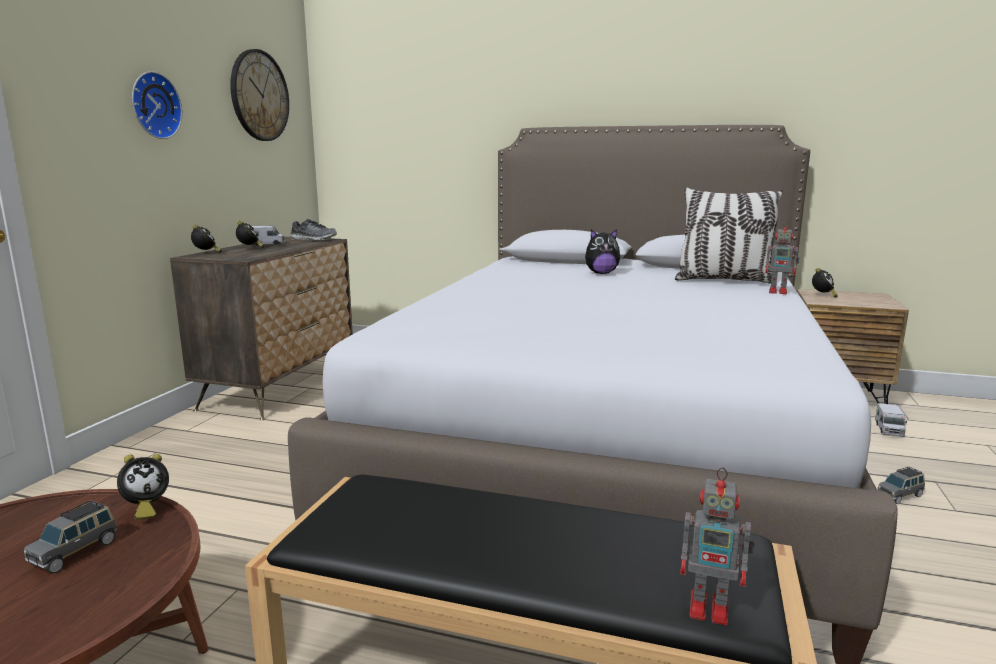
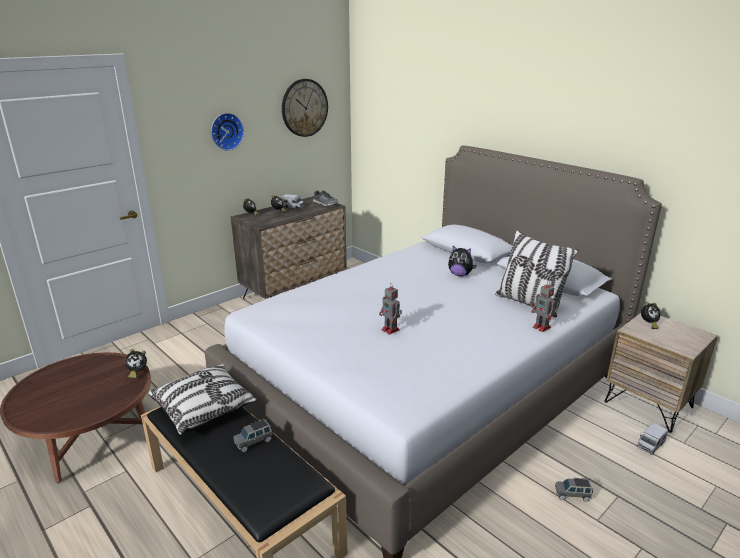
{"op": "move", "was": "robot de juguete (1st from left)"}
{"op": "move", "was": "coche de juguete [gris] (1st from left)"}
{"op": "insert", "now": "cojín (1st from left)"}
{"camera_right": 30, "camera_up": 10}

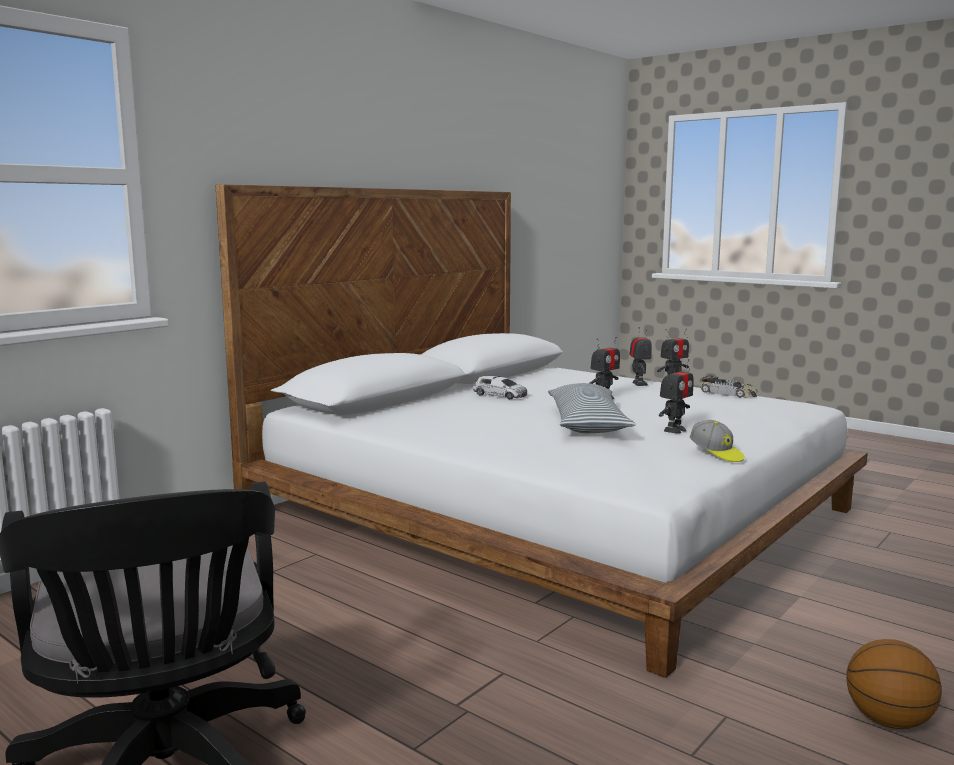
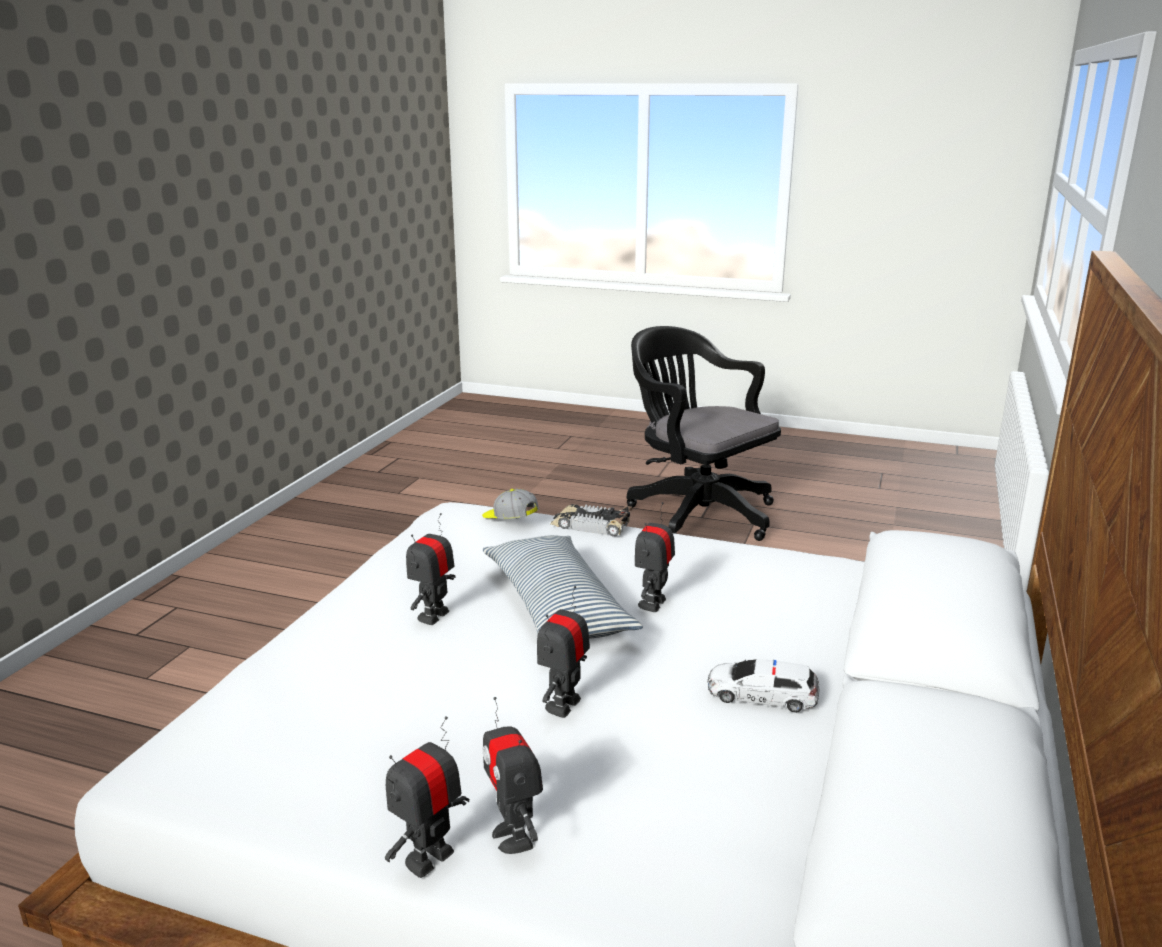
{"op": "move", "was": "coche de juguete (2nd from left in the first image)", "now": "coche de juguete (1st from left)"}
{"op": "move", "was": "gorra"}
{"op": "delete", "was": "balón de baloncesto"}
{"op": "insert", "now": "robot de juguete (5th from left)"}
{"camera_right": 160, "camera_up": 10}

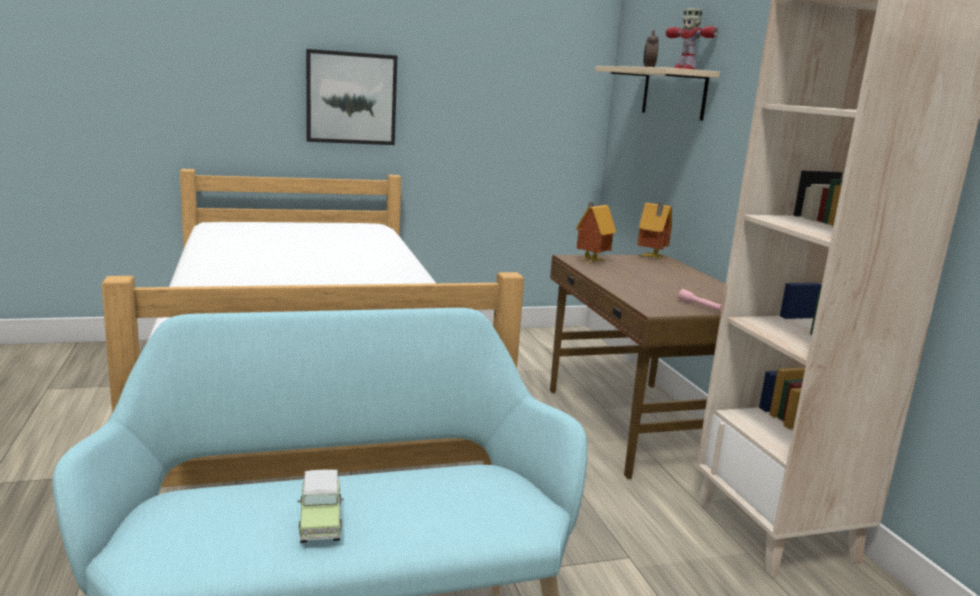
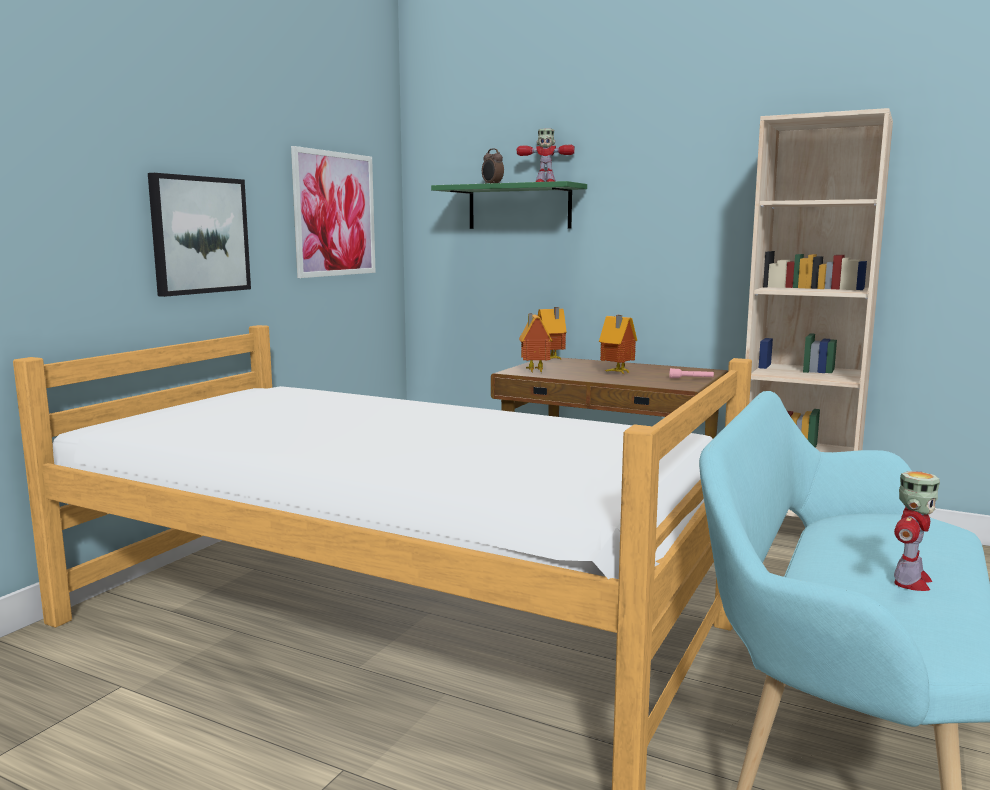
{"op": "recolor", "was": "estante [beis]", "now": "estante [verde]"}
{"op": "replace", "was": "coche de juguete", "now": "robot de juguete (2nd from left)"}
{"op": "insert", "now": "cuadro (2nd from left)"}
{"op": "insert", "now": "casita (3rd from left)"}
{"camera_right": -45, "camera_up": -5}

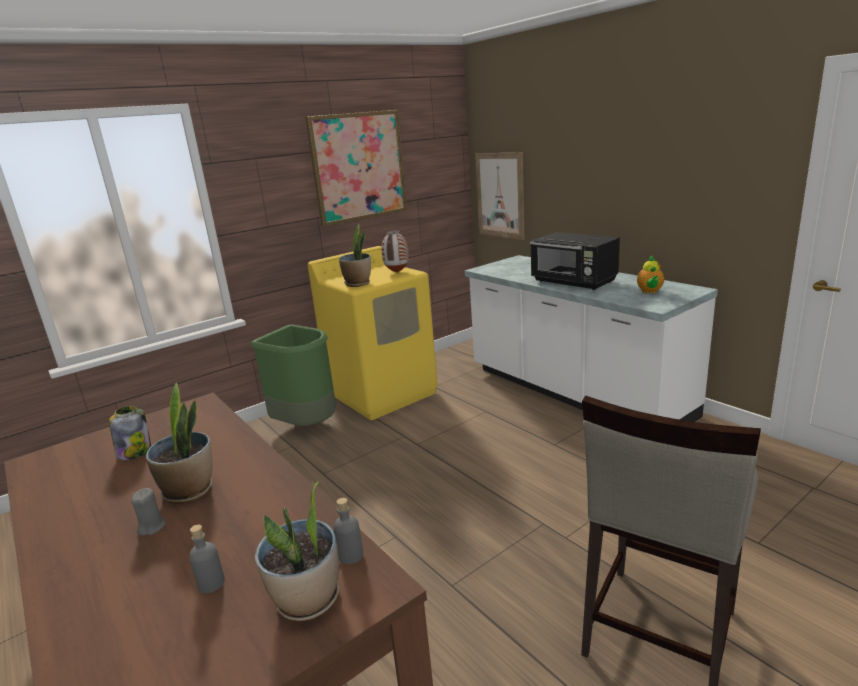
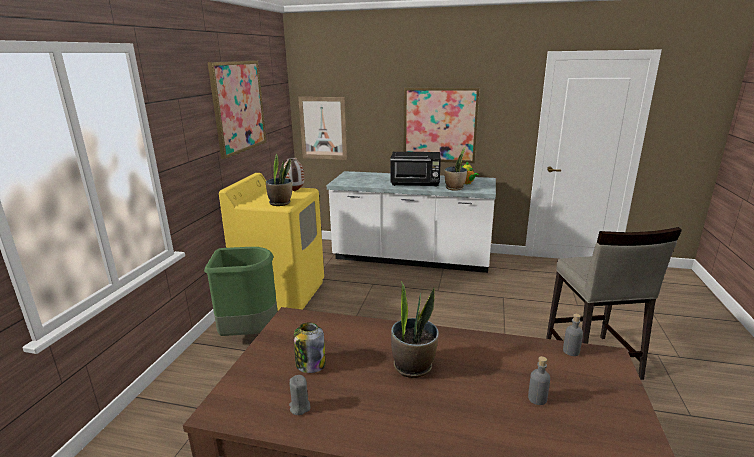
{"op": "move", "was": "planta en maceta (2nd from left in the first image)", "now": "planta en maceta (3rd from left)"}
{"op": "move", "was": "vela [gris]"}
{"op": "insert", "now": "cuadro (3rd from left)"}
{"camera_right": -40, "camera_up": 0}

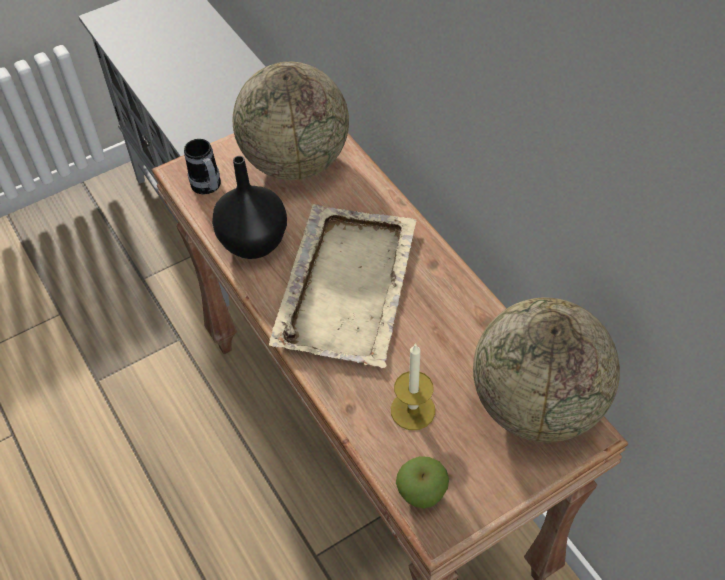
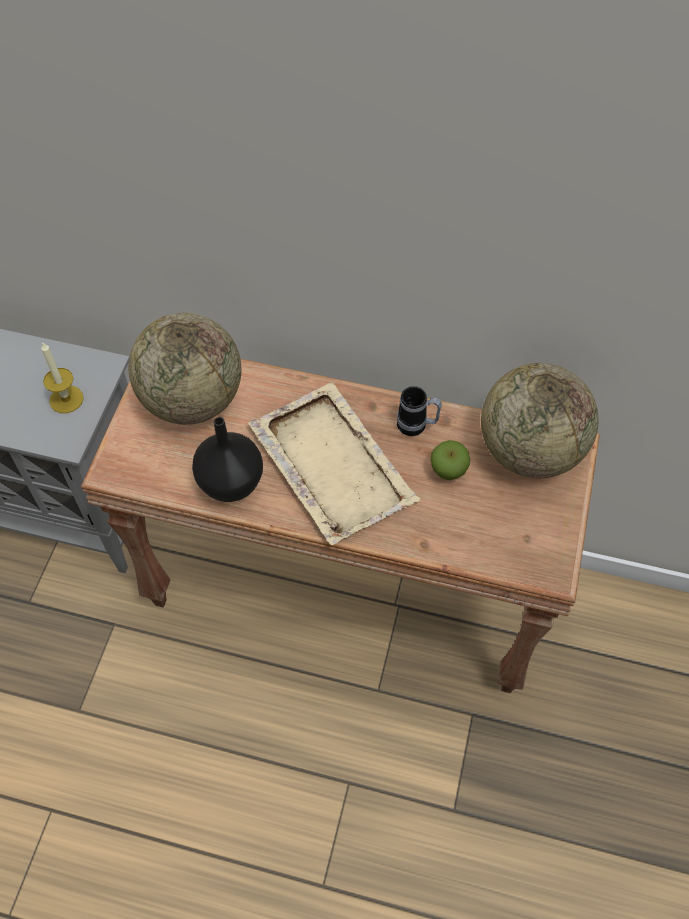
{"op": "move", "was": "taza grande"}
{"op": "move", "was": "vela"}
{"op": "move", "was": "manzana"}
{"camera_right": -45, "camera_up": 5}

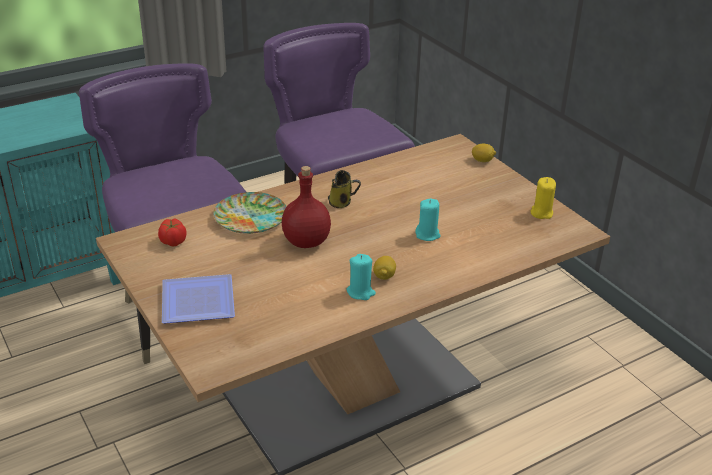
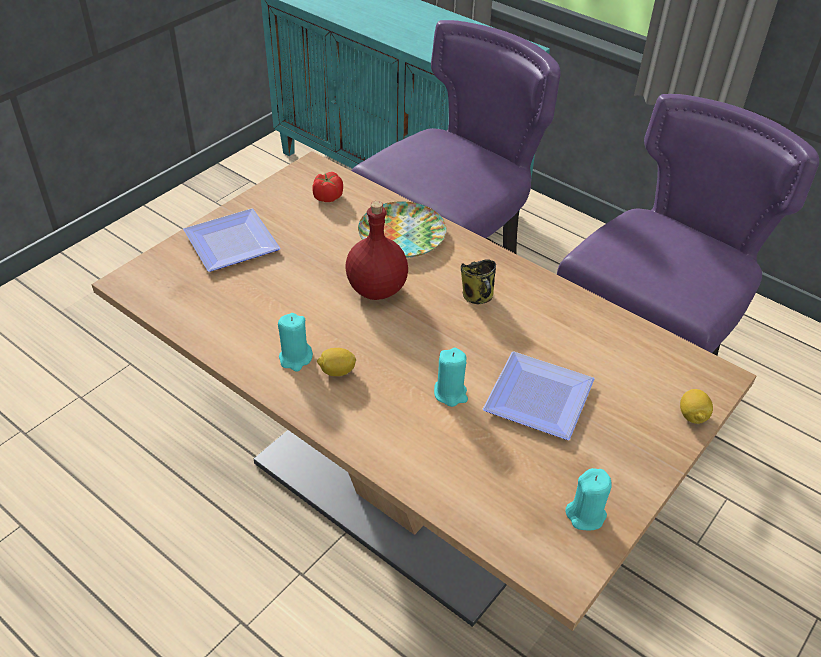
{"op": "recolor", "was": "vela [amarillo]", "now": "vela [turquesa] (3rd from left)"}
{"op": "insert", "now": "plato (3rd from left)"}
{"camera_right": 70, "camera_up": 10}

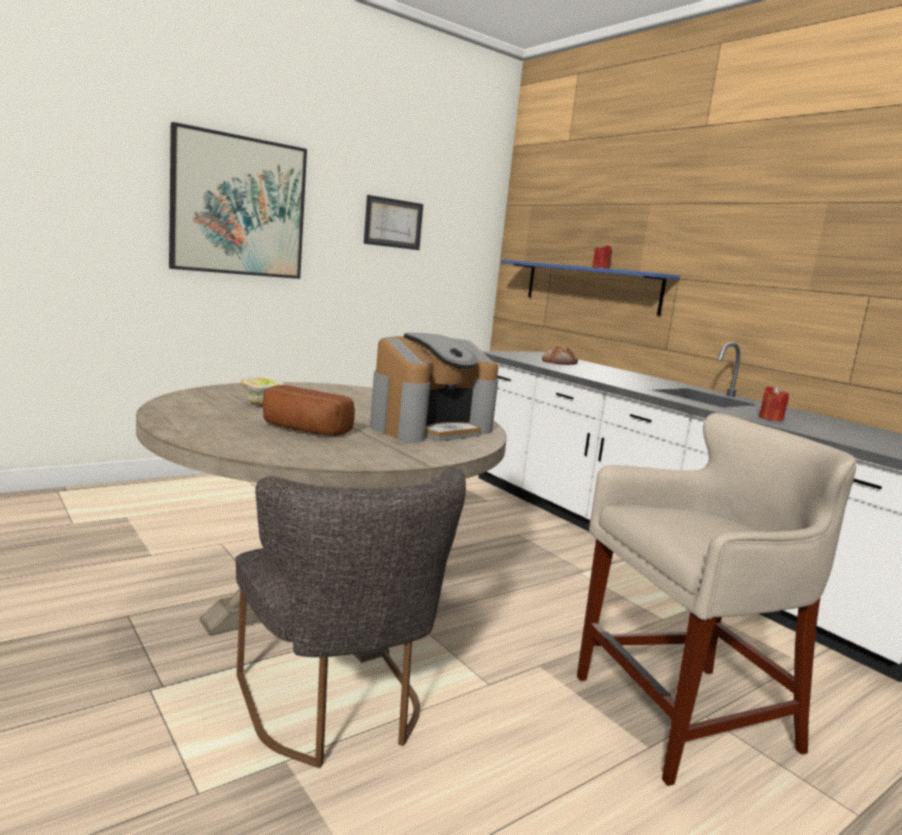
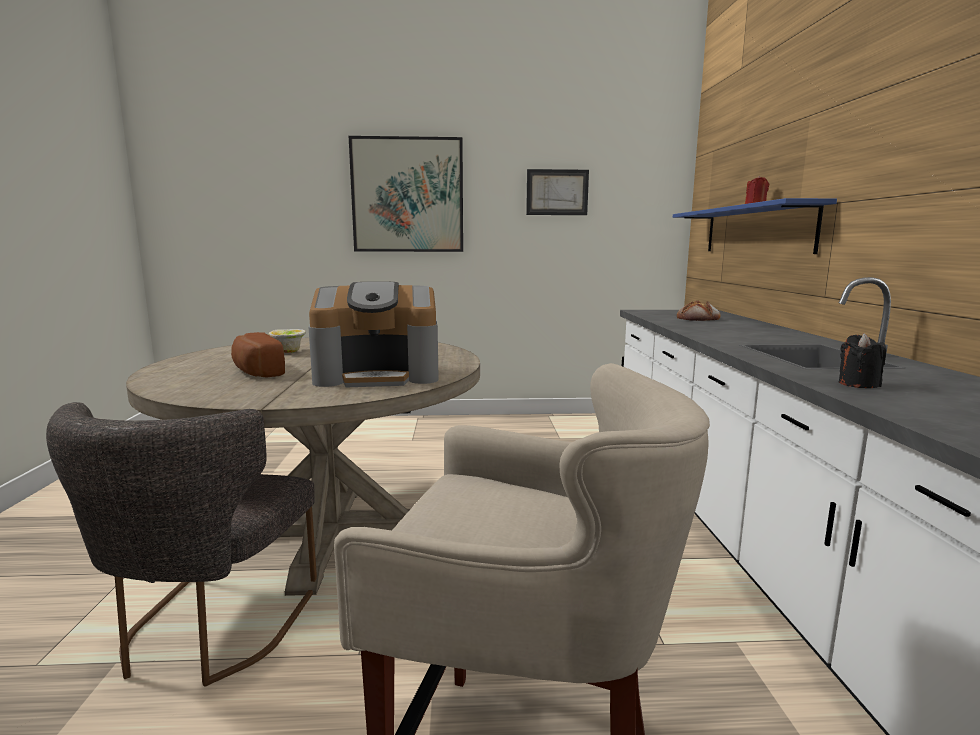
{"op": "recolor", "was": "vela [rojo] (2nd from left)", "now": "vela [negro]"}
{"camera_right": 35, "camera_up": 0}

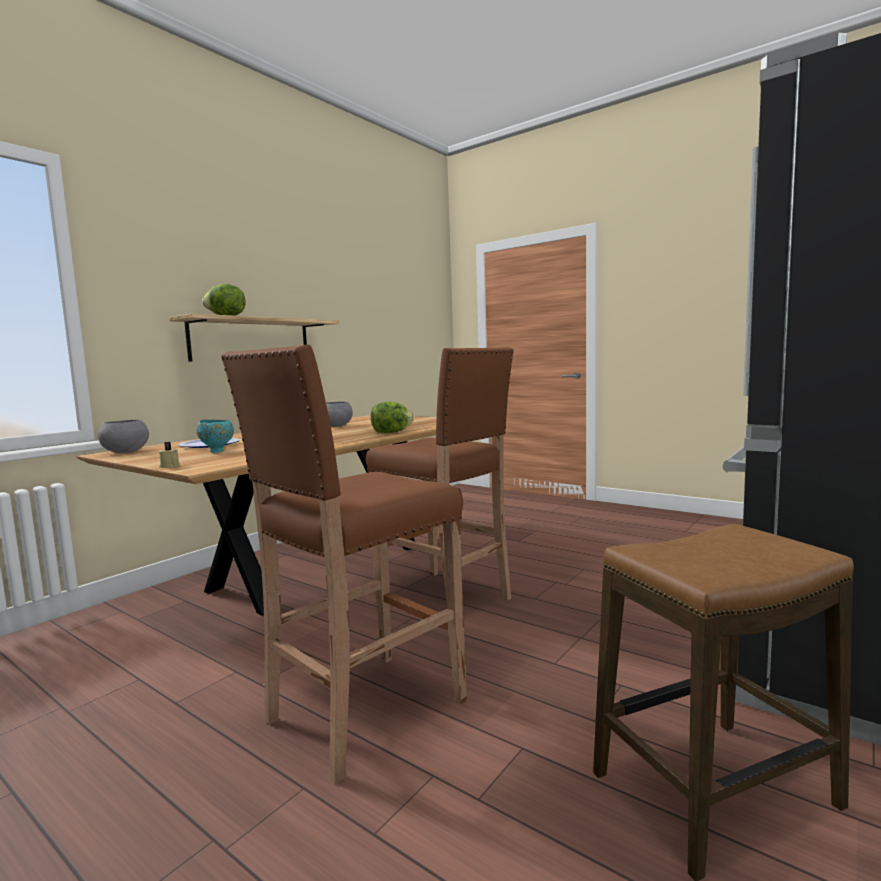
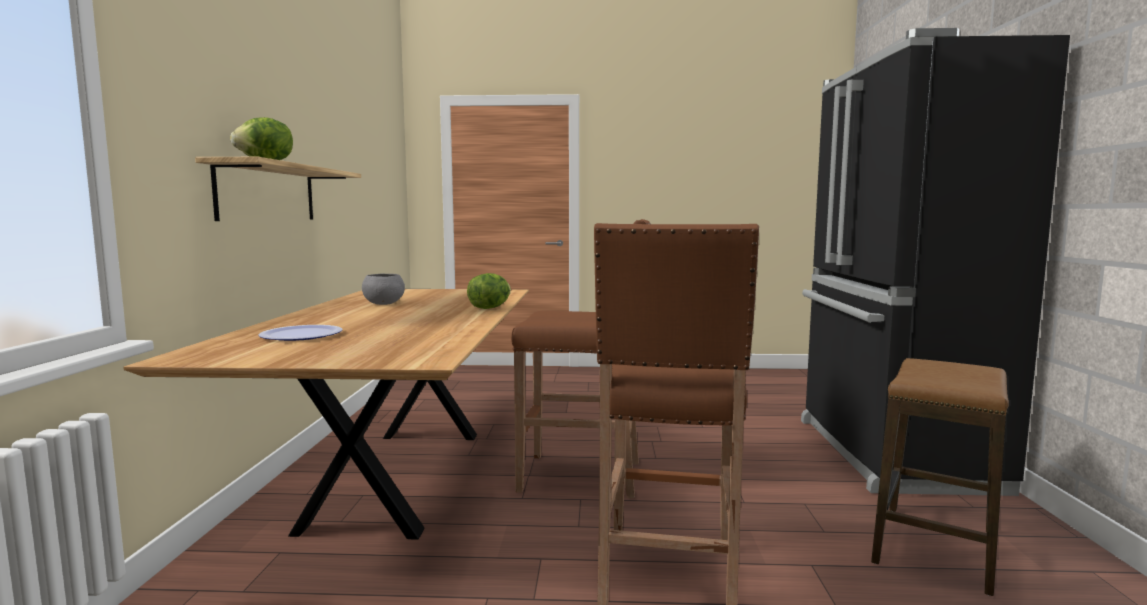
{"op": "delete", "was": "cuenco [gris] (1st from left)"}
{"op": "delete", "was": "cuenco [turquesa]"}
{"op": "delete", "was": "vela [beis]"}
{"camera_right": -35, "camera_up": 0}

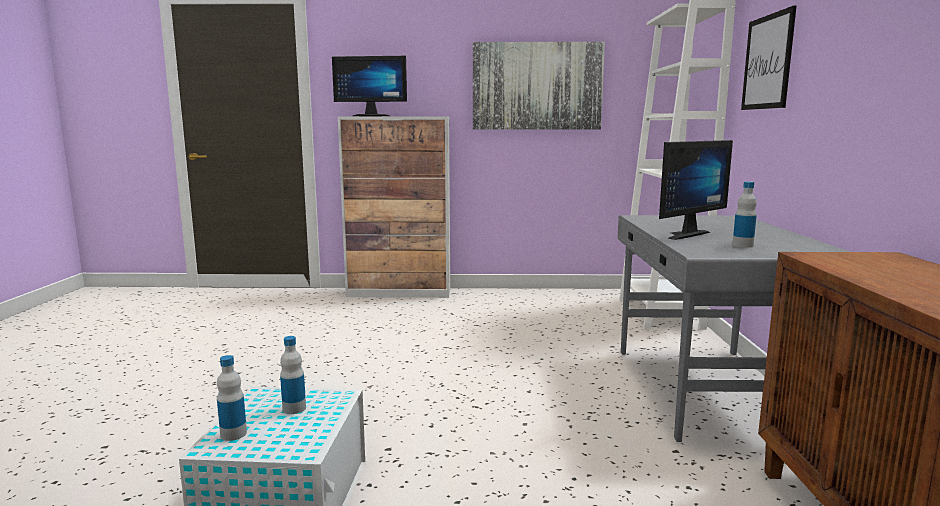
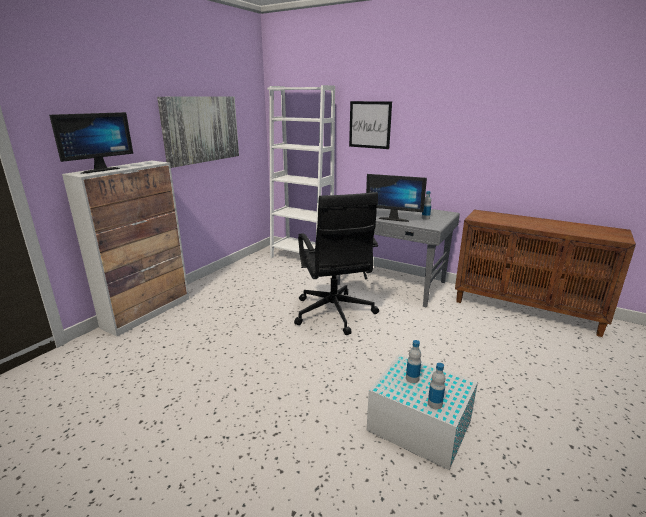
{"op": "rotate", "was": "monitor (2nd from left)", "clockwise": 120}
{"op": "insert", "now": "silla de oficina [negro]"}
{"camera_right": -60, "camera_up": 10}

